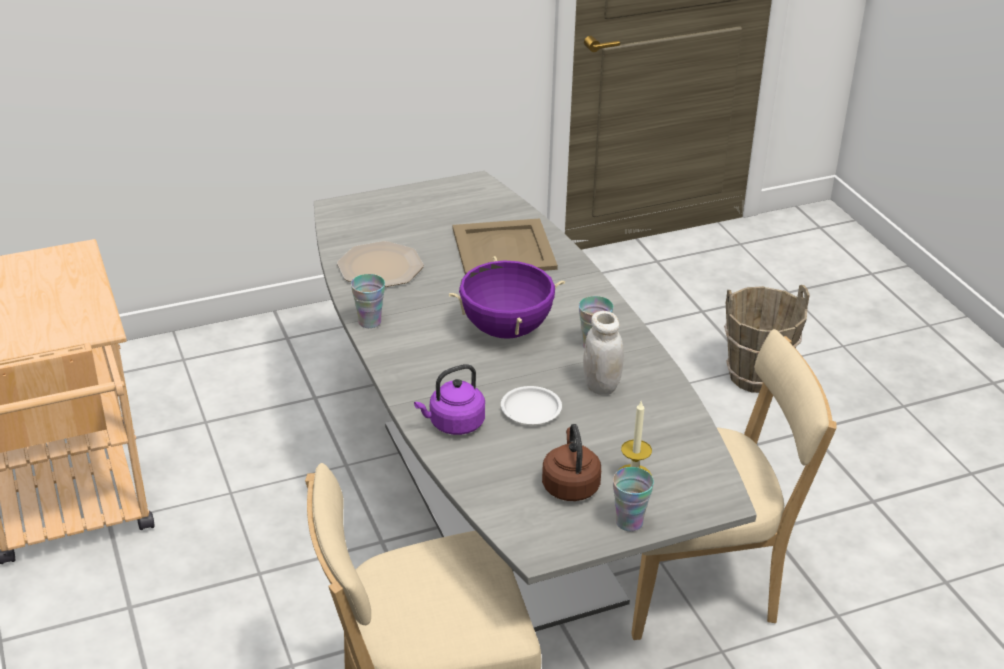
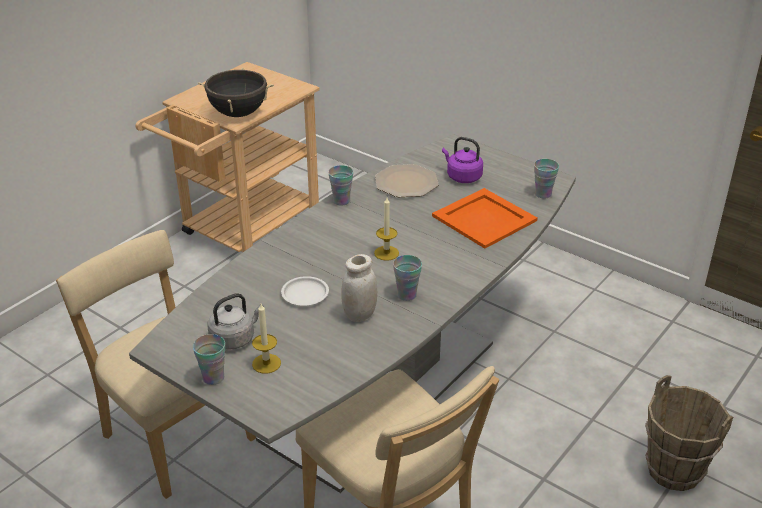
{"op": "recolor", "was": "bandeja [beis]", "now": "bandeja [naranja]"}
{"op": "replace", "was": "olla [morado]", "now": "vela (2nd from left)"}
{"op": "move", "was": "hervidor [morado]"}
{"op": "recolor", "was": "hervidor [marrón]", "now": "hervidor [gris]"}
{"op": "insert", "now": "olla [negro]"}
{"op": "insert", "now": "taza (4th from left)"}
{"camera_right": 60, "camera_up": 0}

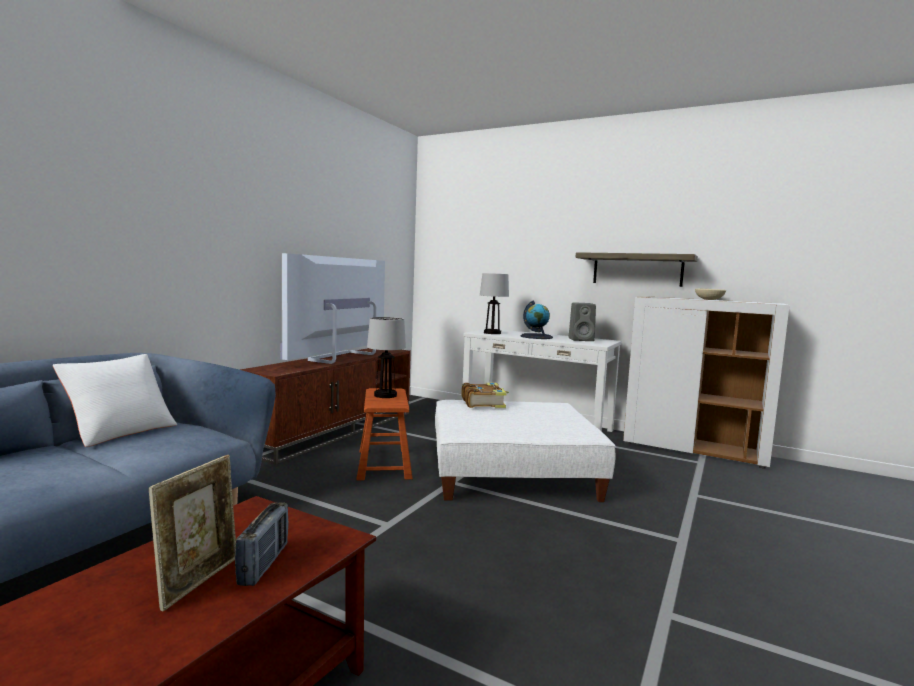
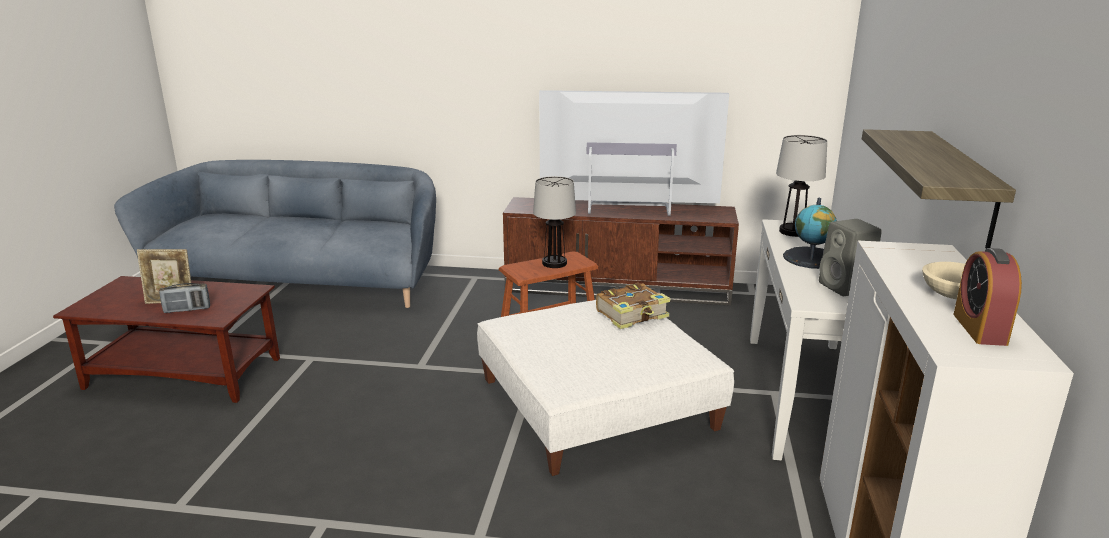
{"op": "delete", "was": "cojín [blanco]"}
{"op": "insert", "now": "despertador"}
{"camera_right": 70, "camera_up": 15}

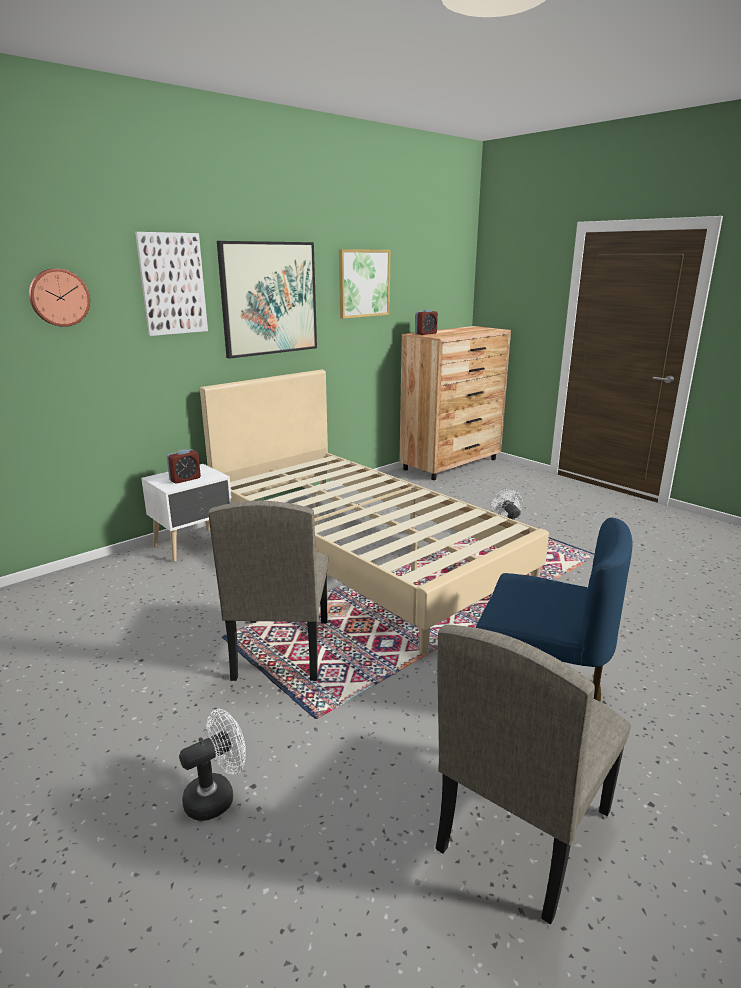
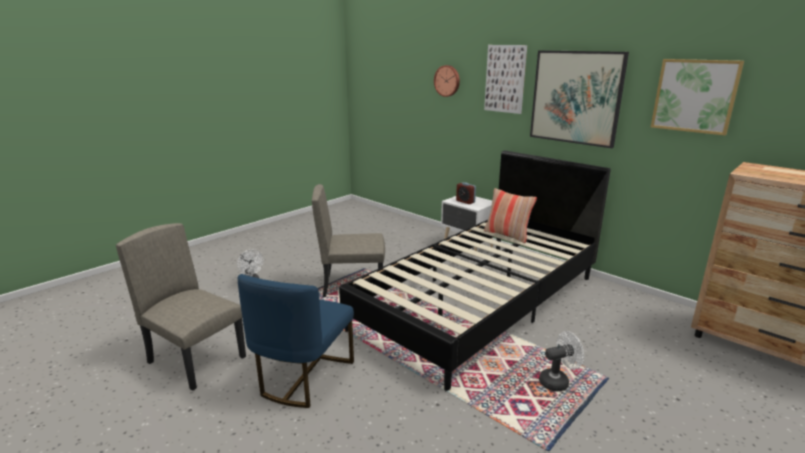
{"op": "delete", "was": "despertador (2nd from left)"}
{"op": "recolor", "was": "cama [beis]", "now": "cama [negro]"}
{"op": "insert", "now": "cojín"}
{"camera_right": 85, "camera_up": 0}

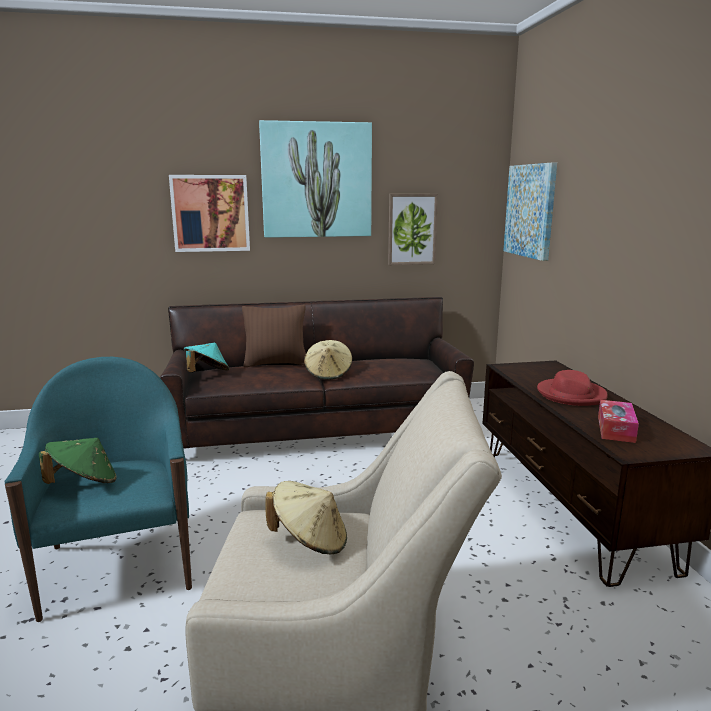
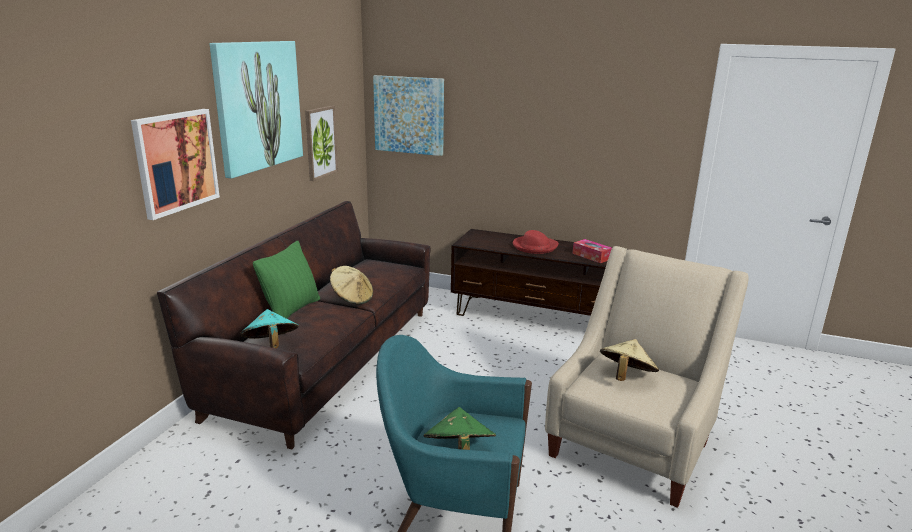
{"op": "recolor", "was": "cojín [marrón]", "now": "cojín [verde]"}
{"camera_right": -60, "camera_up": 5}

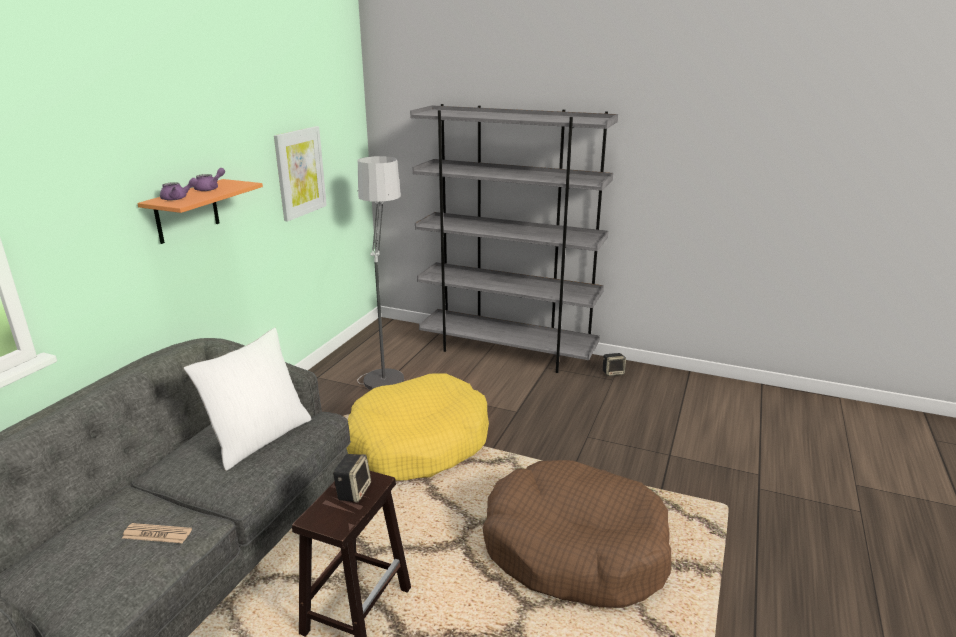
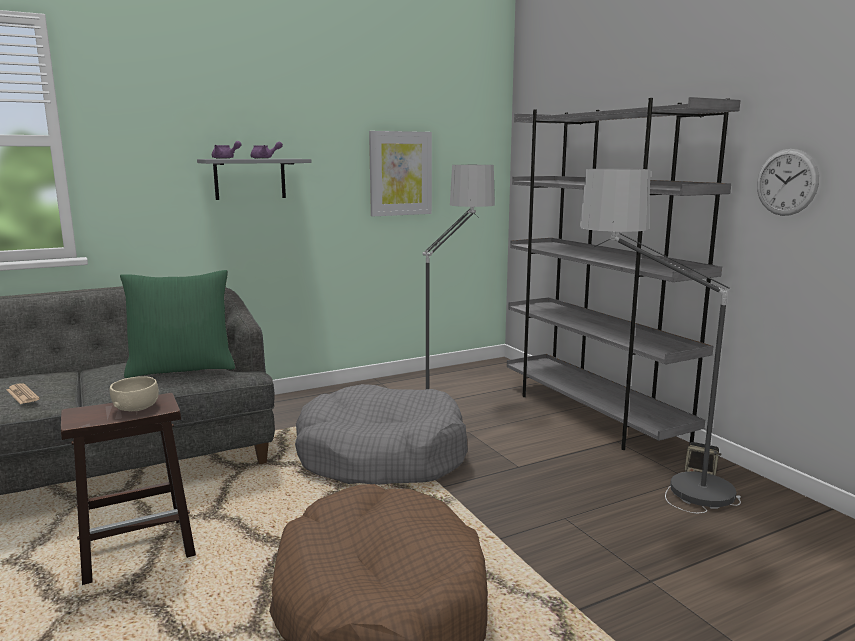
{"op": "recolor", "was": "estante [naranja]", "now": "estante [gris]"}
{"op": "recolor", "was": "cojín [blanco]", "now": "cojín [verde]"}
{"op": "recolor", "was": "cama para perro [amarillo]", "now": "cama para perro [gris]"}
{"op": "replace", "was": "altavoz (1st from left)", "now": "cuenco [beis]"}
{"op": "insert", "now": "reloj de pared"}
{"op": "insert", "now": "lámpara de pie (2nd from left)"}
{"camera_right": 40, "camera_up": -10}

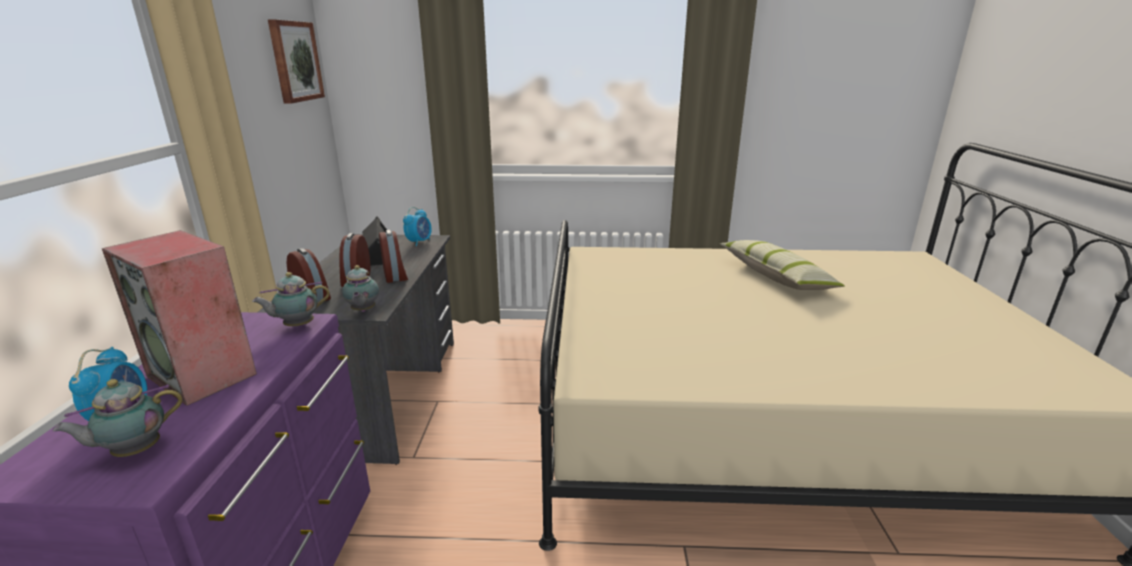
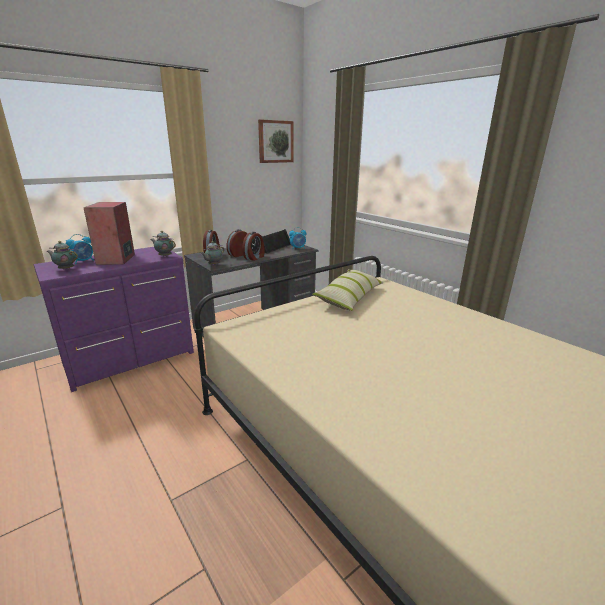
{"op": "move", "was": "cojín"}
{"camera_right": 50, "camera_up": 0}

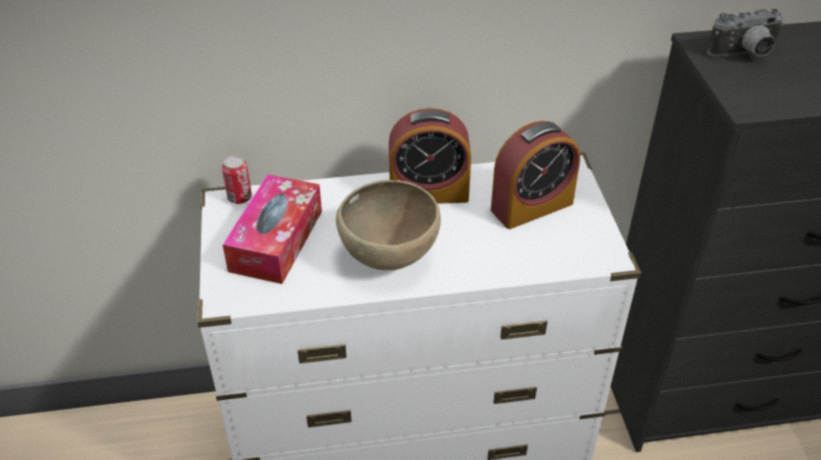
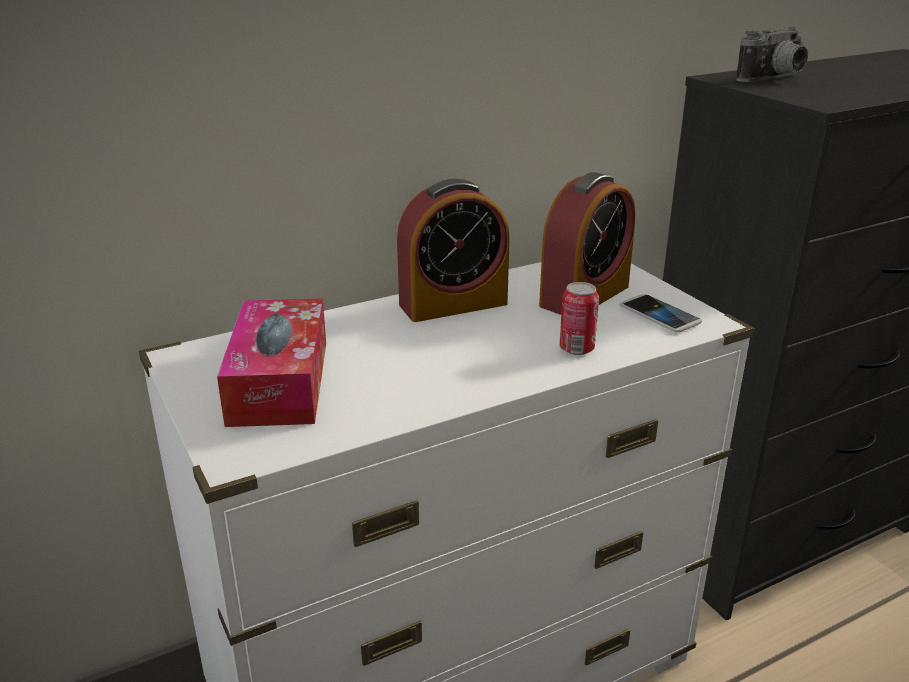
{"op": "move", "was": "lata"}
{"op": "delete", "was": "cuenco [marrón]"}
{"op": "insert", "now": "móvil"}
{"camera_right": -20, "camera_up": -15}

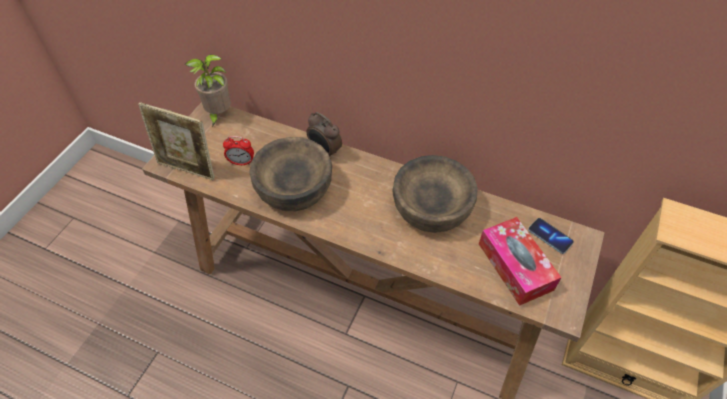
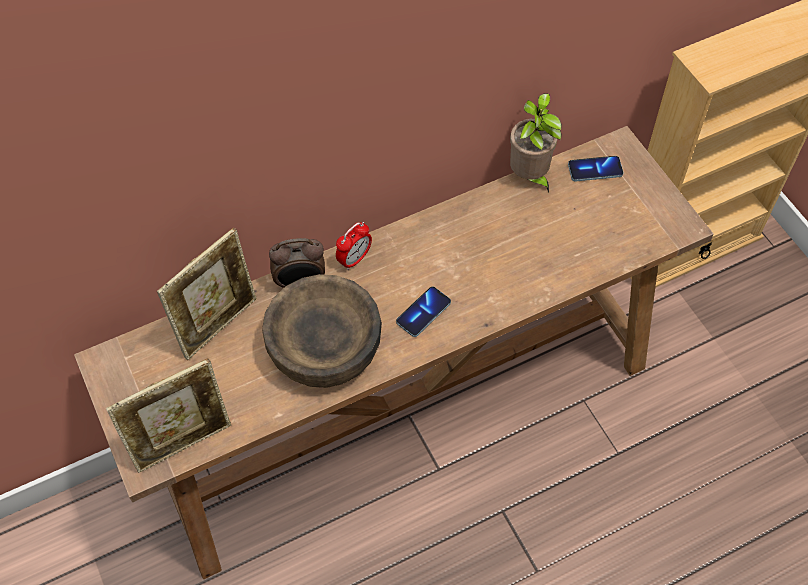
{"op": "move", "was": "planta en maceta"}
{"op": "move", "was": "despertador (1st from left in the first image)", "now": "despertador (2nd from left)"}
{"op": "delete", "was": "cuenco [marrón] (2nd from left)"}
{"op": "delete", "was": "caja de pañuelos"}
{"op": "insert", "now": "portarretratos (2nd from left)"}
{"op": "insert", "now": "móvil (1st from left)"}
{"camera_right": -50, "camera_up": 5}

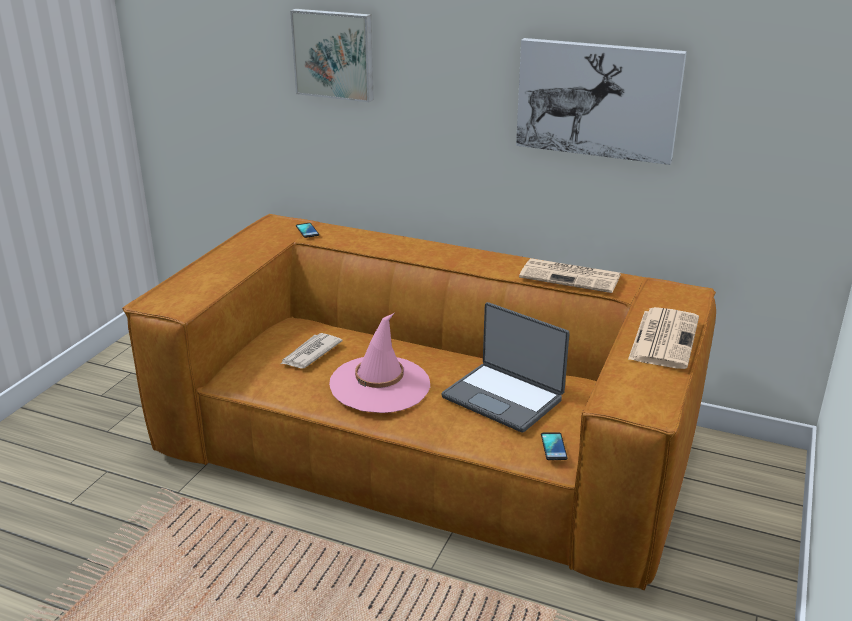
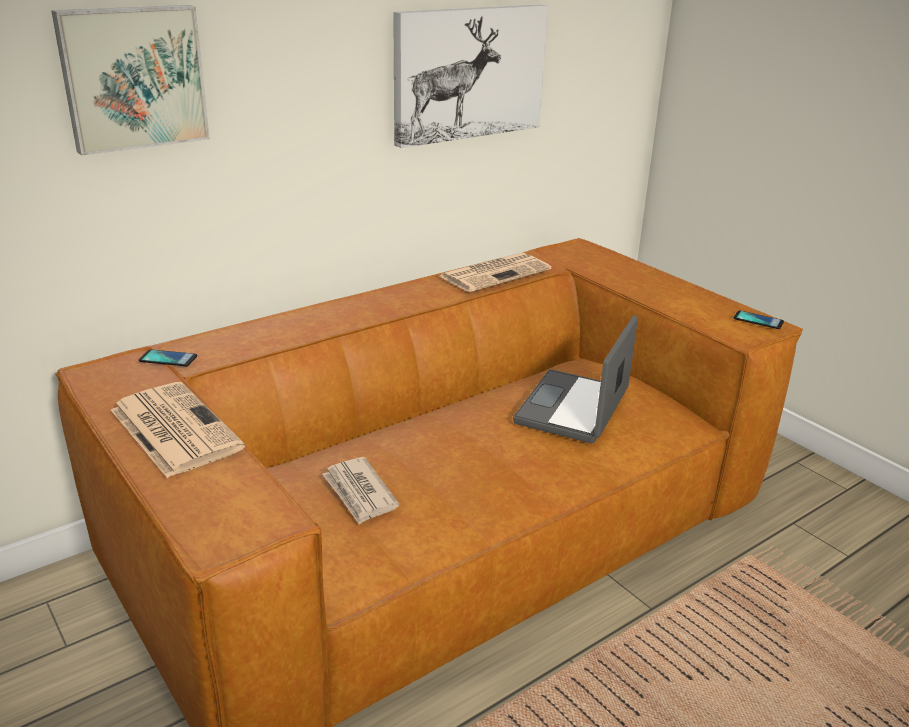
{"op": "rotate", "was": "portátil", "clockwise": 135}
{"op": "move", "was": "periódico (3rd from left in the first image)", "now": "periódico (1st from left)"}
{"op": "delete", "was": "sombrero [rosa]"}
{"op": "move", "was": "móvil (2nd from left)"}
{"camera_right": -60, "camera_up": 0}

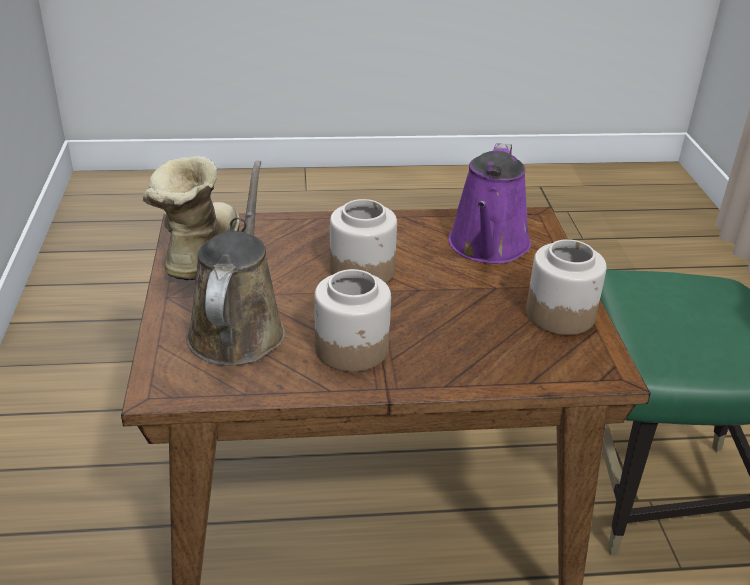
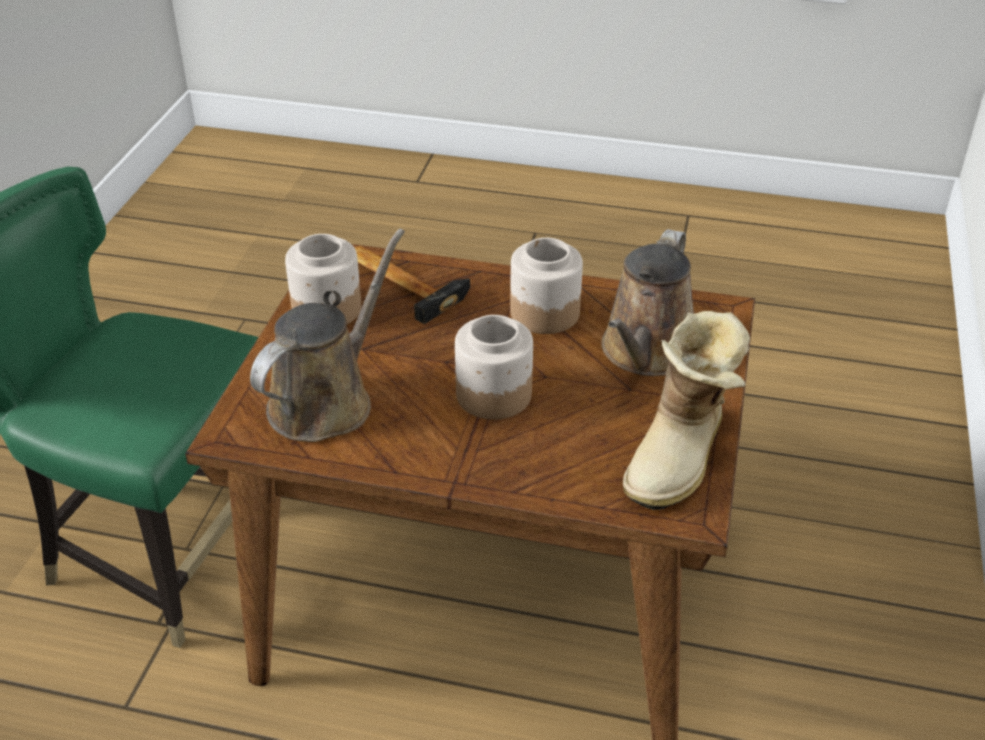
{"op": "recolor", "was": "regadera [morado]", "now": "regadera [marrón] (1st from left)"}
{"op": "insert", "now": "martillo"}
{"camera_right": -160, "camera_up": 5}

